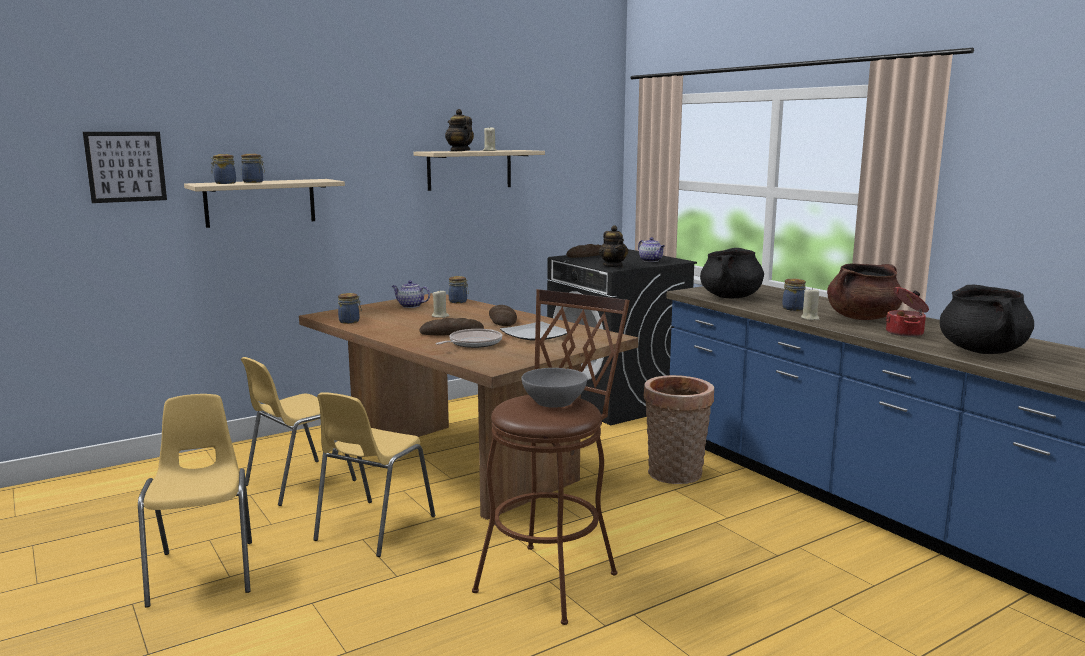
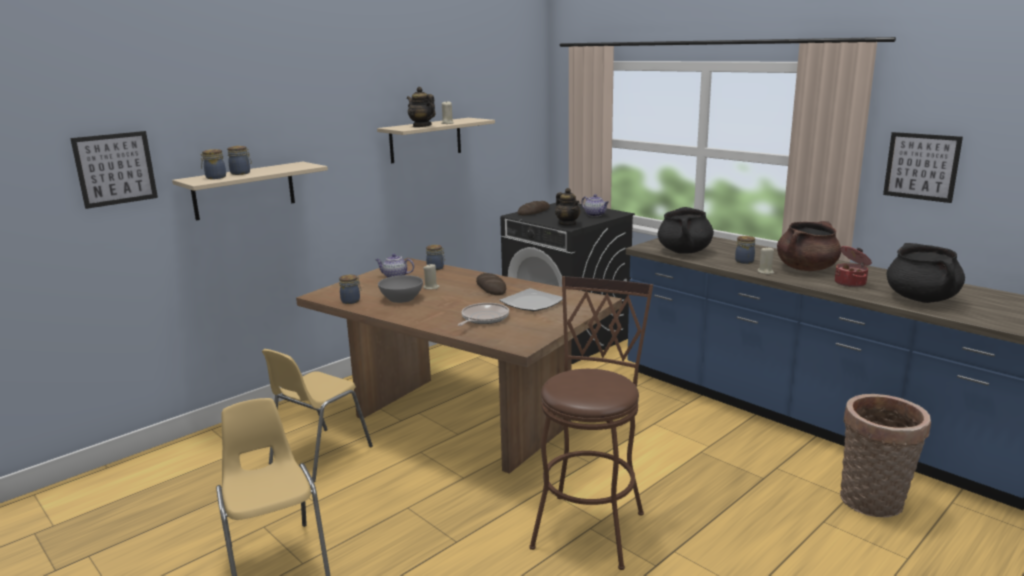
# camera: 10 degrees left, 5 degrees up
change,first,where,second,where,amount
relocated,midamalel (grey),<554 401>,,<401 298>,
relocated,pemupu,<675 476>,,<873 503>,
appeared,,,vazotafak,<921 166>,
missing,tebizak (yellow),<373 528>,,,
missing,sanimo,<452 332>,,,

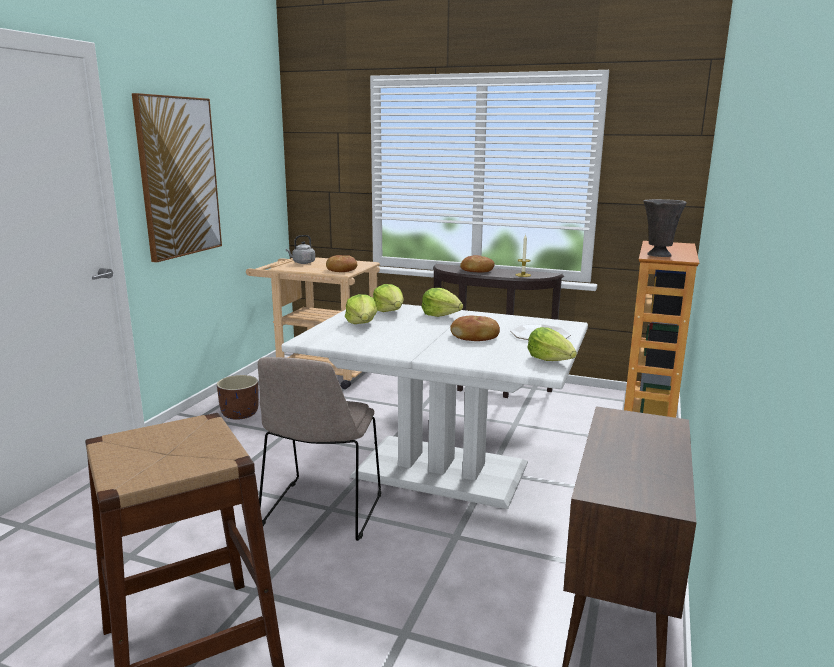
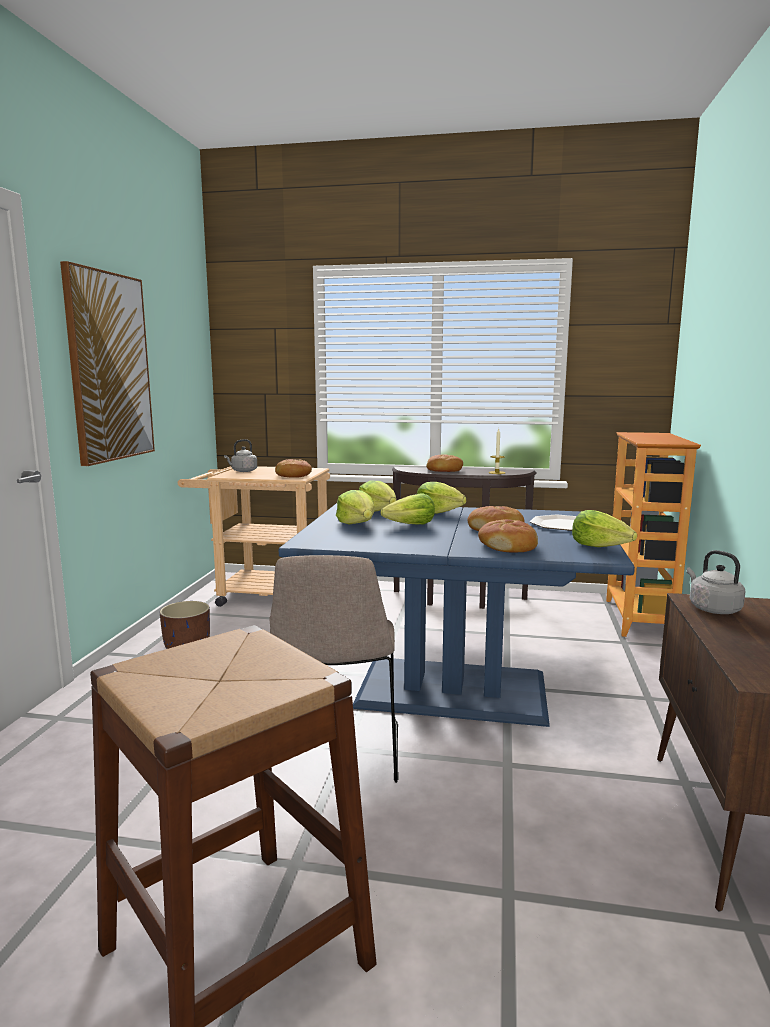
# camera: 10 degrees left, 5 degrees down
change,first,where,second,where,amount
colour,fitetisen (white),<440 471>,fitetisen (blue),<452 691>,
appeared,,,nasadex,<410 525>,
appeared,,,sanimo,<508 546>,
appeared,,,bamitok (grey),<712 609>,
missing,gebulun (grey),<658 255>,,,

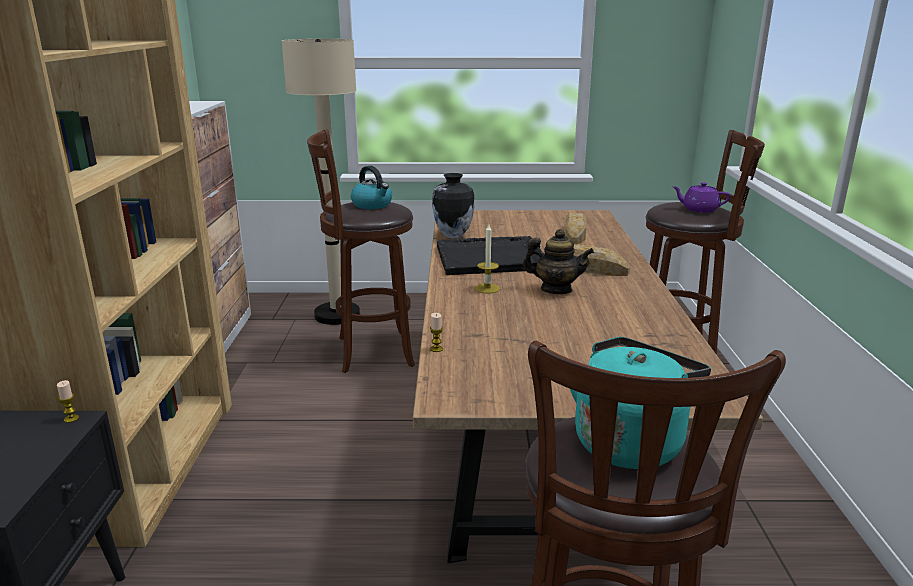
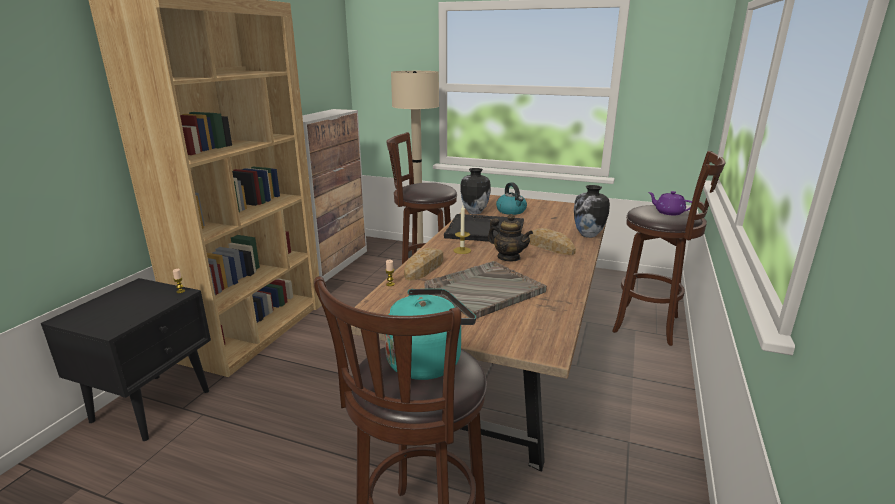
# camera: 20 degrees right, 0 degrees up
change,first,where,second,where,amount
relocated,sanimo,<575 233>,,<425 268>,
appeared,,,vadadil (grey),<483 290>,
relocated,bamitok,<372 205>,,<511 211>,
appeared,,,gebulun,<588 235>,

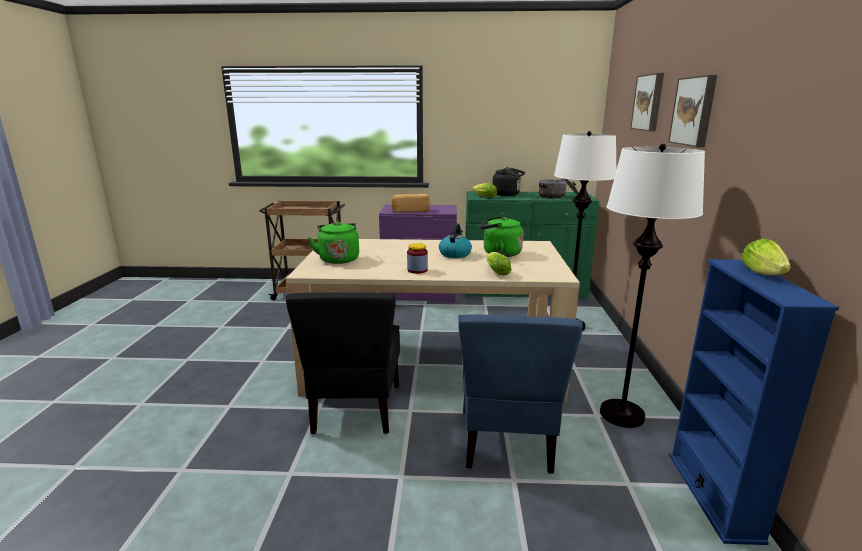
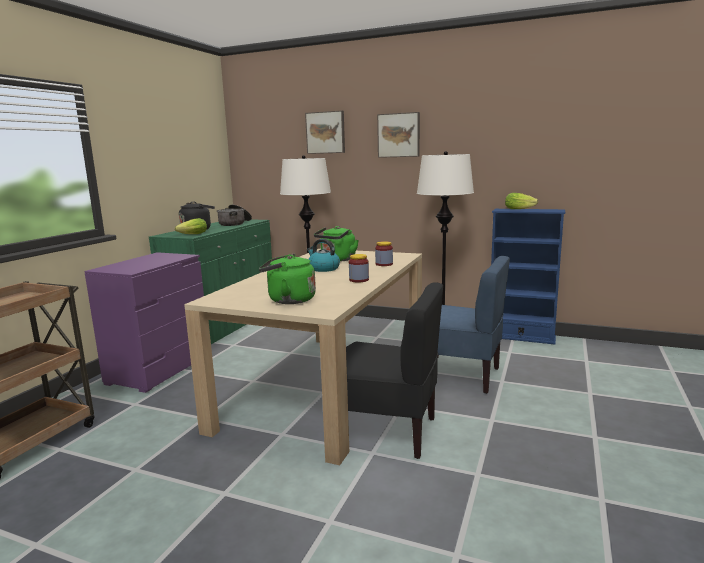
# camera: 70 degrees left, 5 degrees down
change,first,where,second,where,amount
exchanged,nasadex,<496 272>,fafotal,<384 264>,
missing,sanimo,<410 210>,,,

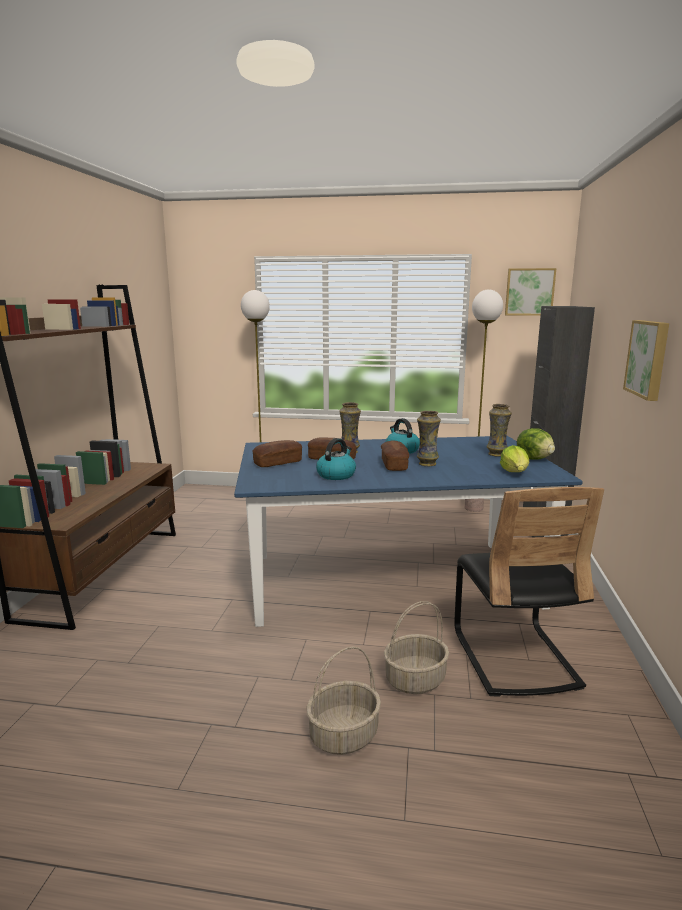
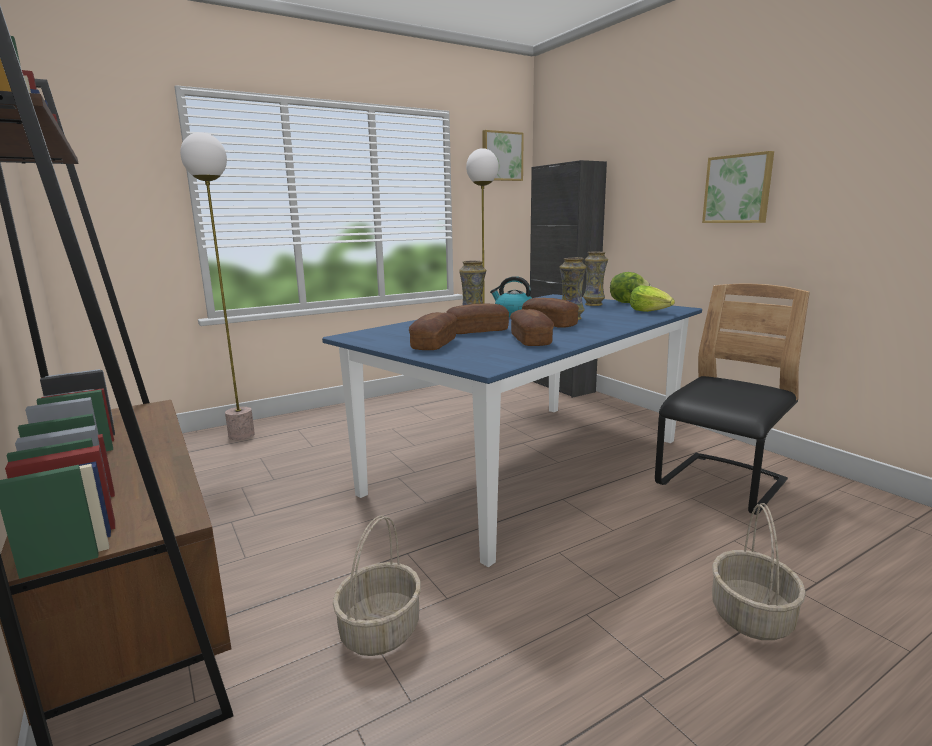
# camera: 40 degrees left, 0 degrees up
change,first,where,second,where,amount
relocated,pemupu,<415 679>,,<380 629>,
exchanged,bamitok,<336 475>,sanimo,<530 340>,
spun,tebizak (black),<514 658>,,<721 485>,90 degrees counterclockwise

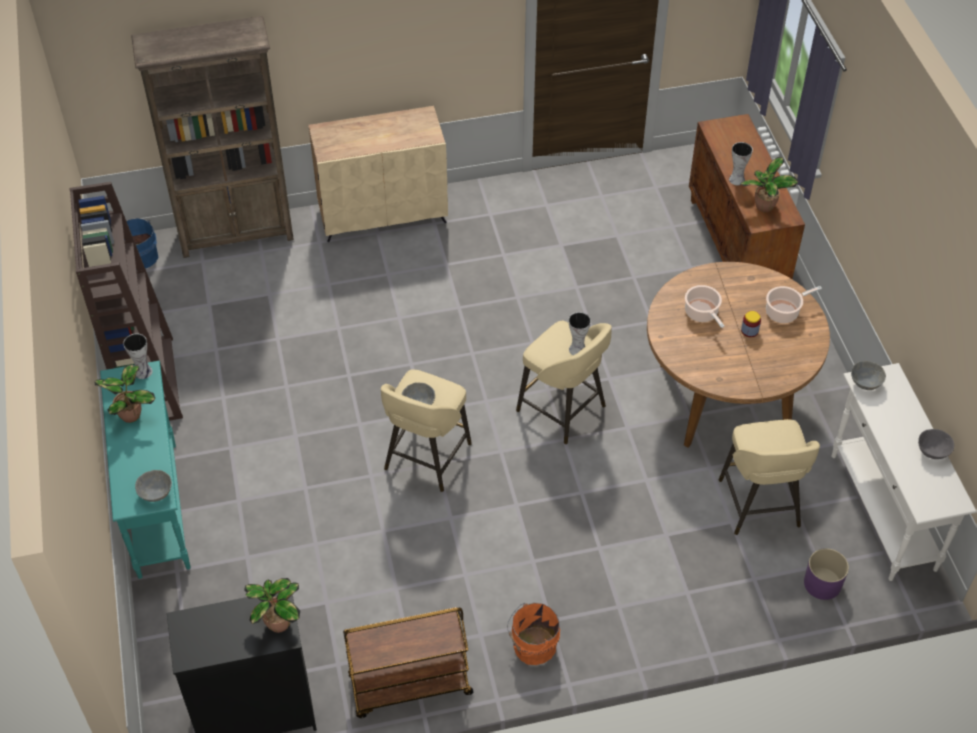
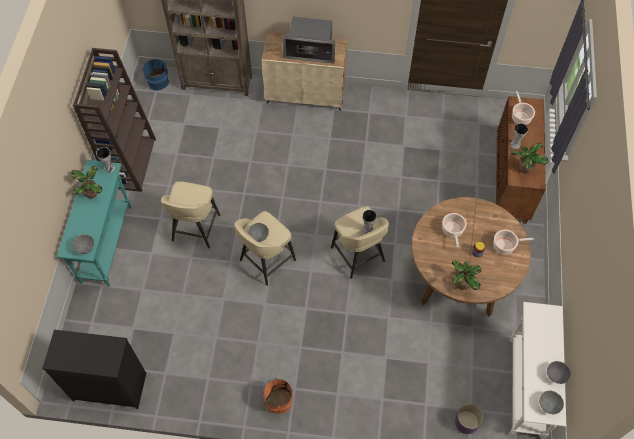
# camera: 20 degrees right, 10 degrees up
change,first,where,second,where,amount
relocated,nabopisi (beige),<759 505>,,<195 229>,
appeared,,,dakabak,<310 50>,
relocated,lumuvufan,<277 623>,,<461 284>,
appeared,,,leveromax,<520 117>,
relocated,midamalel (grey),<865 383>,,<548 405>,
missing,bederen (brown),<409 686>,,,

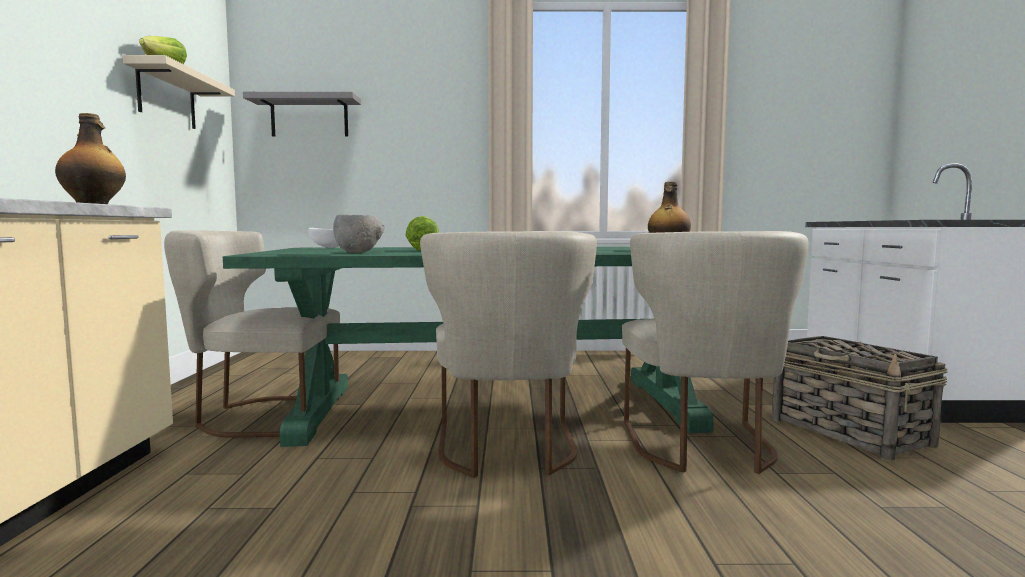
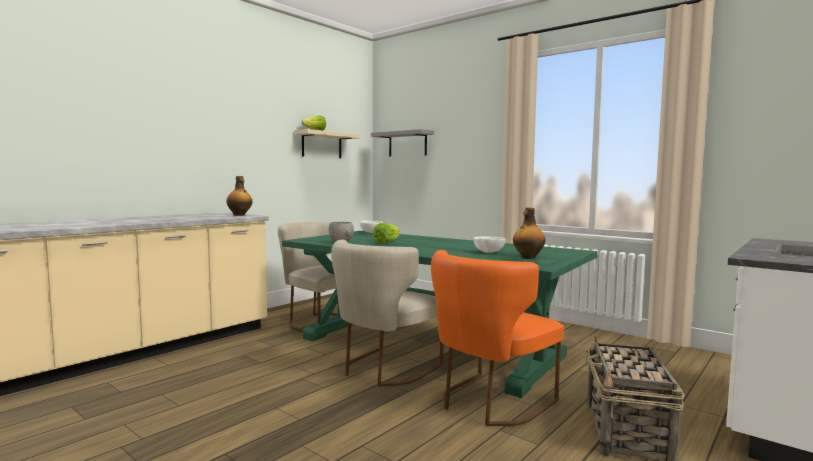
# camera: 40 degrees right, 0 degrees up
change,first,where,second,where,amount
colour,tebizak (beige),<703 448>,tebizak (orange),<489 403>,
appeared,,,midamalel (white),<488 252>,

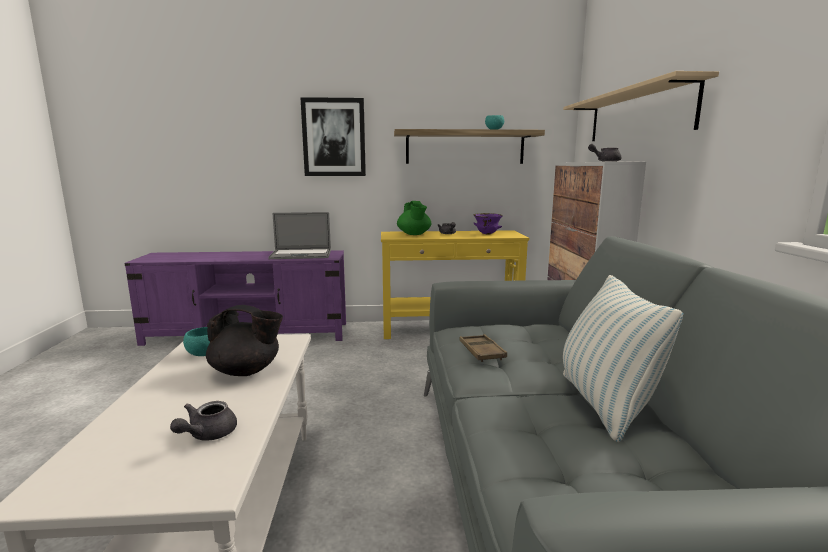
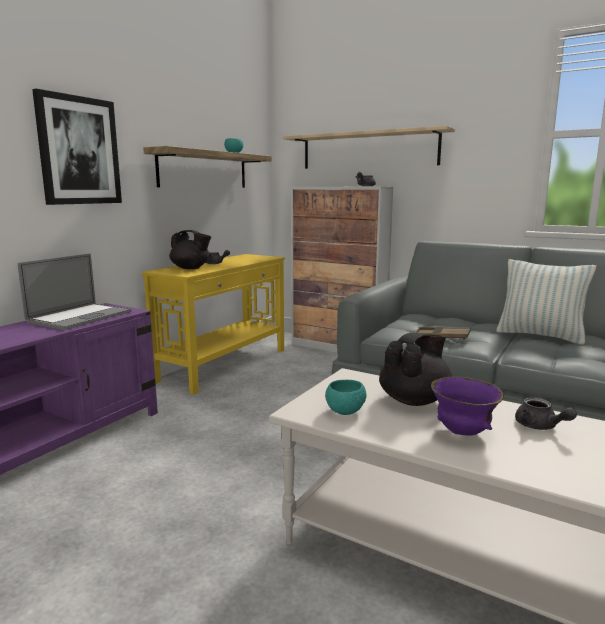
# camera: 55 degrees left, 0 degrees up
change,first,where,second,where,amount
colour,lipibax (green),<414 234>,lipibax (black),<191 268>,
relocated,midamalel (purple),<486 234>,,<462 433>,

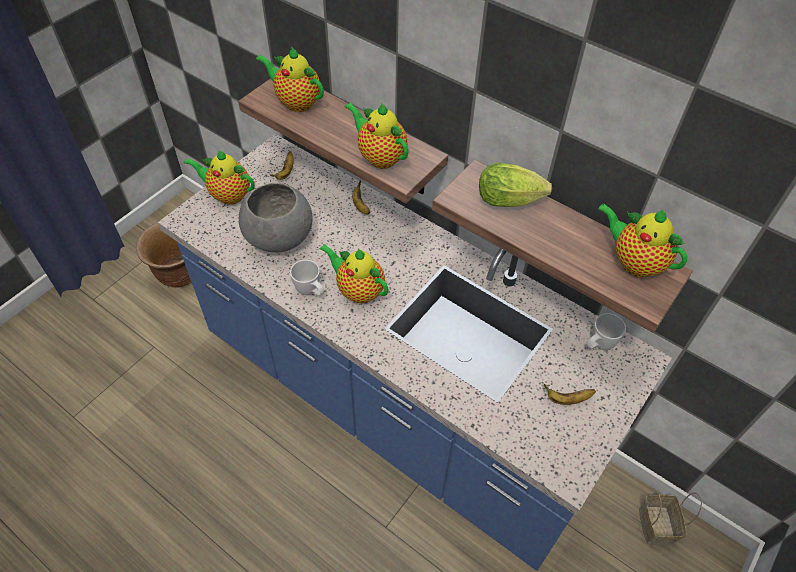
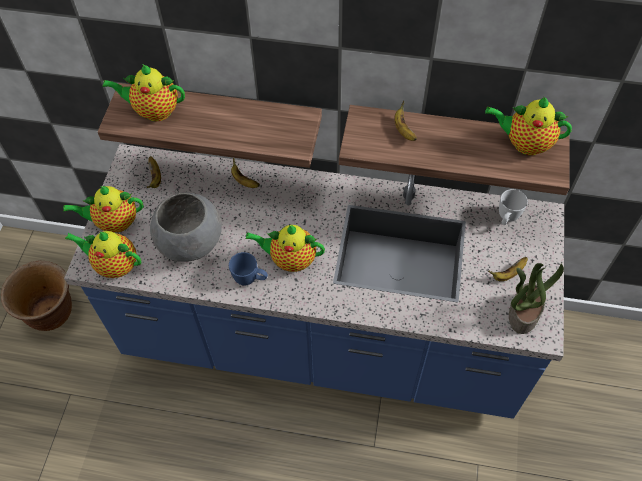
# camera: 25 degrees left, 5 degrees up
change,first,where,second,where,amount
relocated,lipibax,<379 156>,,<114 265>,
colour,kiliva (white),<311 292>,kiliva (blue),<250 279>,
exchanged,nasadex,<512 201>,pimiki,<403 130>,
appeared,,,lumuvufan,<523 312>,
missing,pemupu,<655 524>,,,

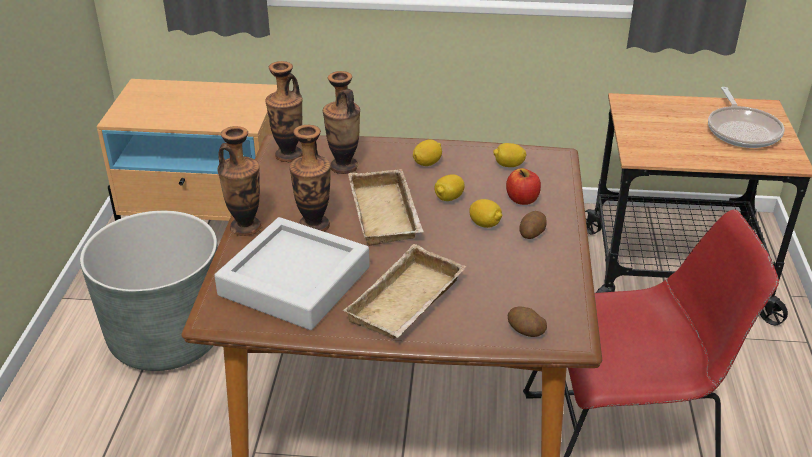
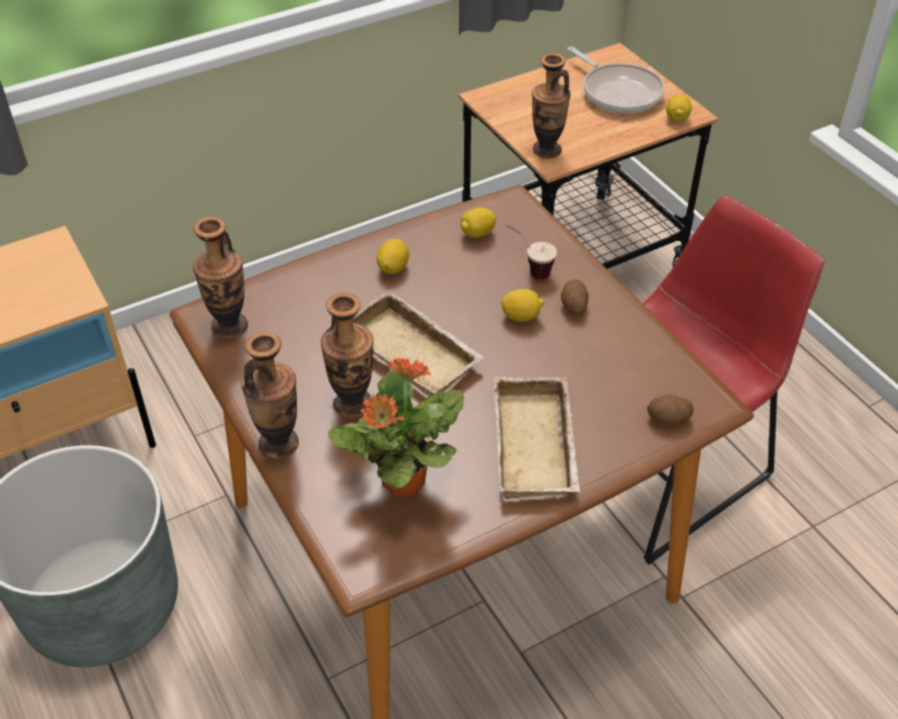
# camera: 35 degrees left, 10 degrees up
change,first,where,second,where,amount
exchanged,vadadil (grey),<295 281>,lumuvufan,<402 482>,
exchanged,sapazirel,<522 199>,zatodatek,<529 270>,
relocated,gebulun,<344 166>,,<547 150>,
relocated,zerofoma,<449 198>,,<677 118>,

